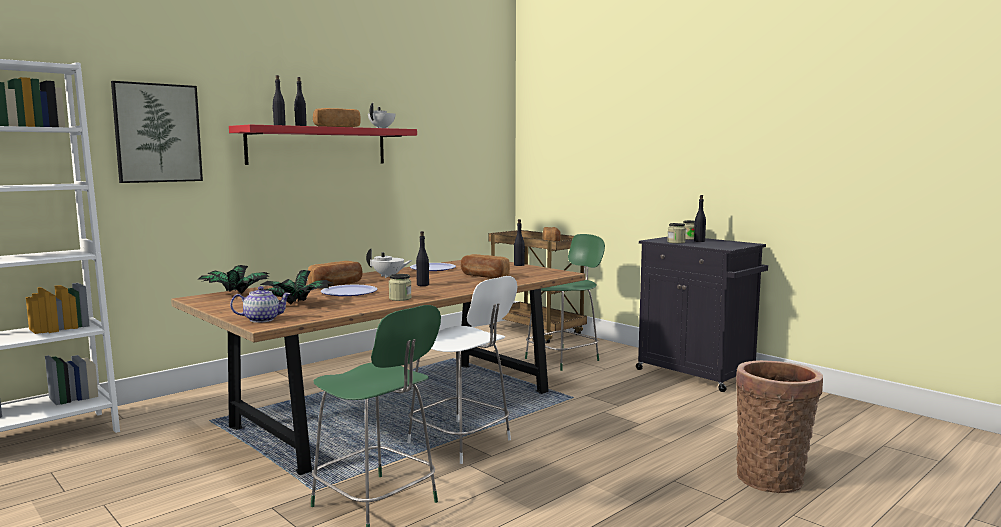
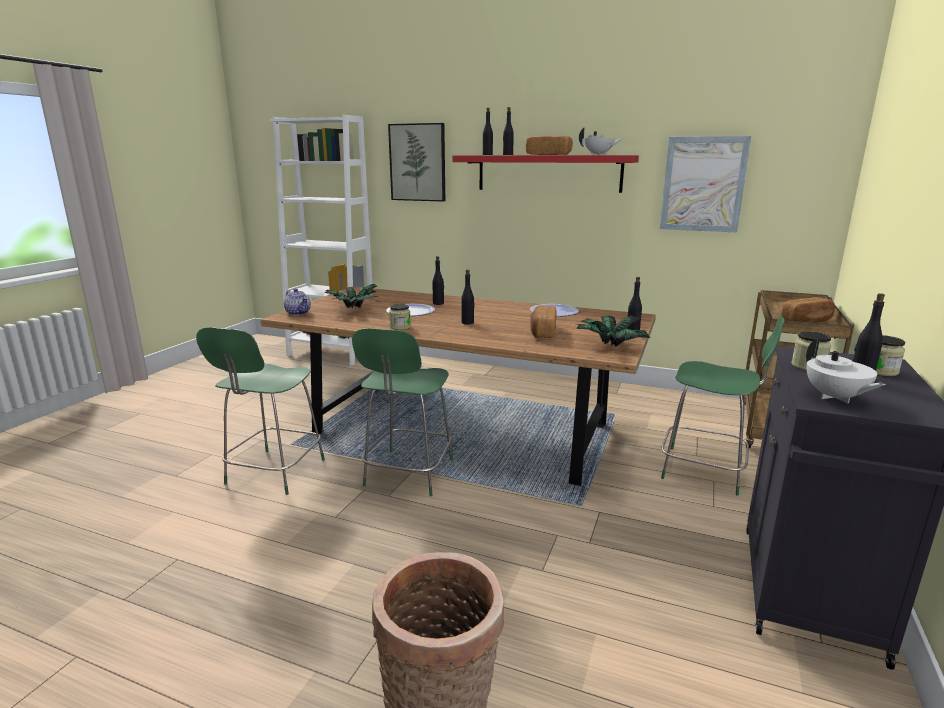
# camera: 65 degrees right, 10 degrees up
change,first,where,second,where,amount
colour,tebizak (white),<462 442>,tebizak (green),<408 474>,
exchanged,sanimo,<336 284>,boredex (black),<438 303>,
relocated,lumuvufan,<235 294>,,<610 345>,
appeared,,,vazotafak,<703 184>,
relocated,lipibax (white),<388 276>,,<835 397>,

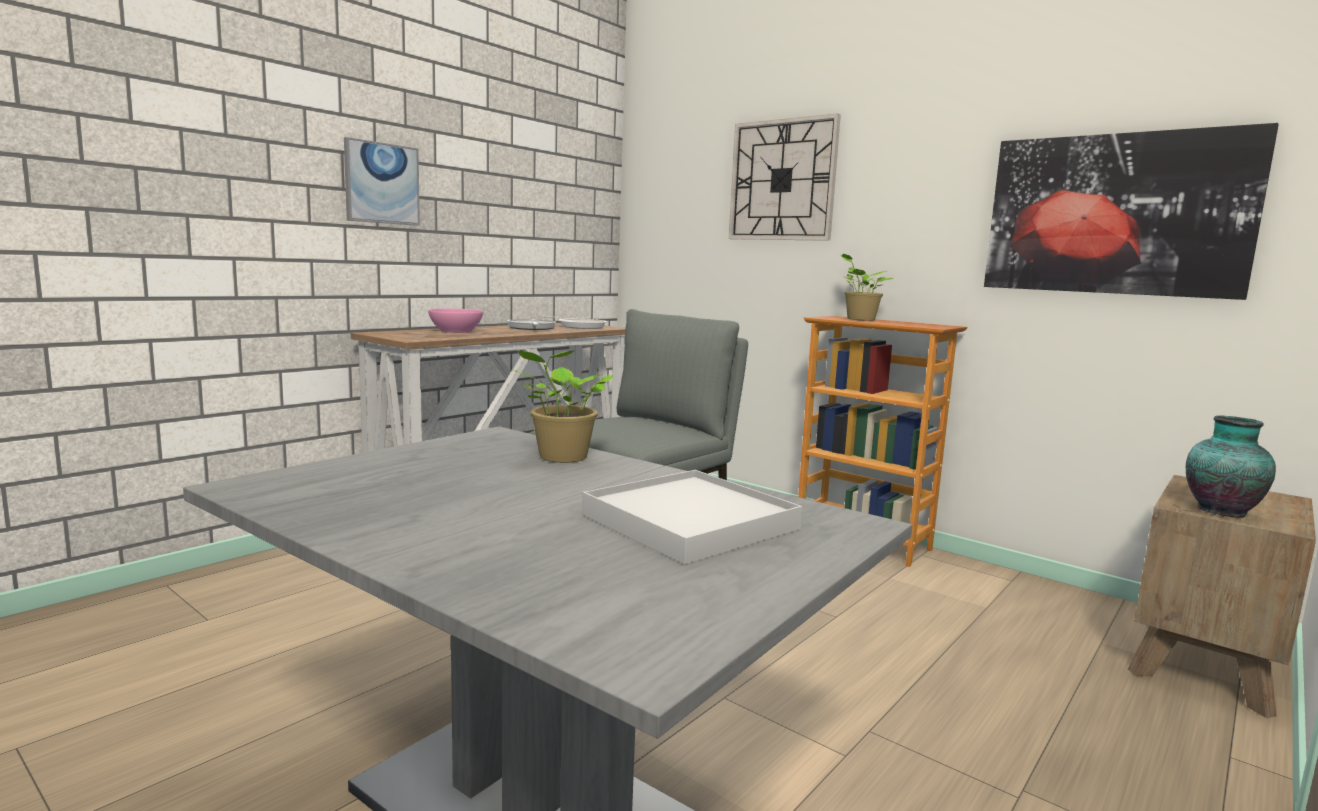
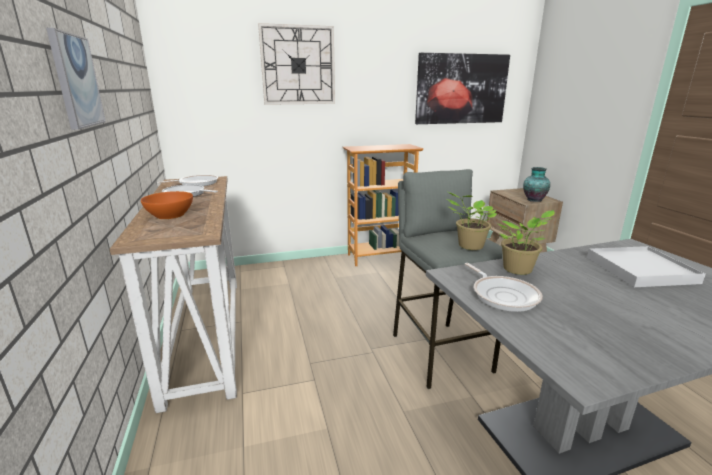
# camera: 55 degrees left, 10 degrees up
change,first,where,second,where,amount
colour,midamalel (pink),<456 331>,midamalel (orange),<170 215>,
relocated,lumuvufan,<858 319>,,<468 246>,
appeared,,,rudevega,<503 295>,

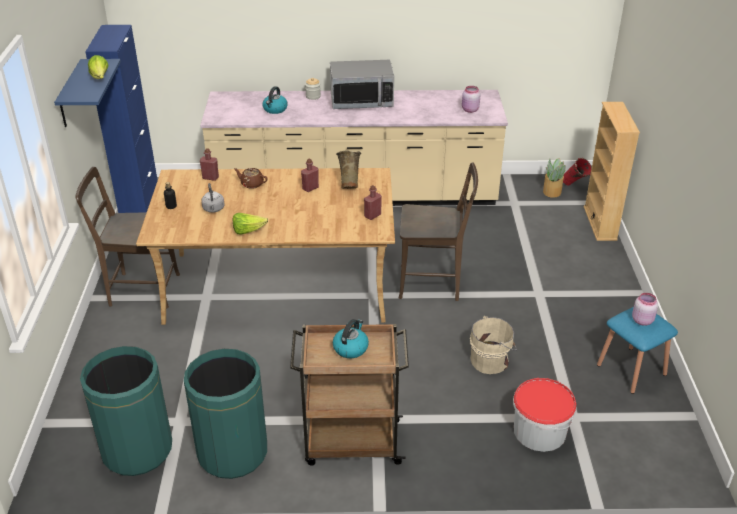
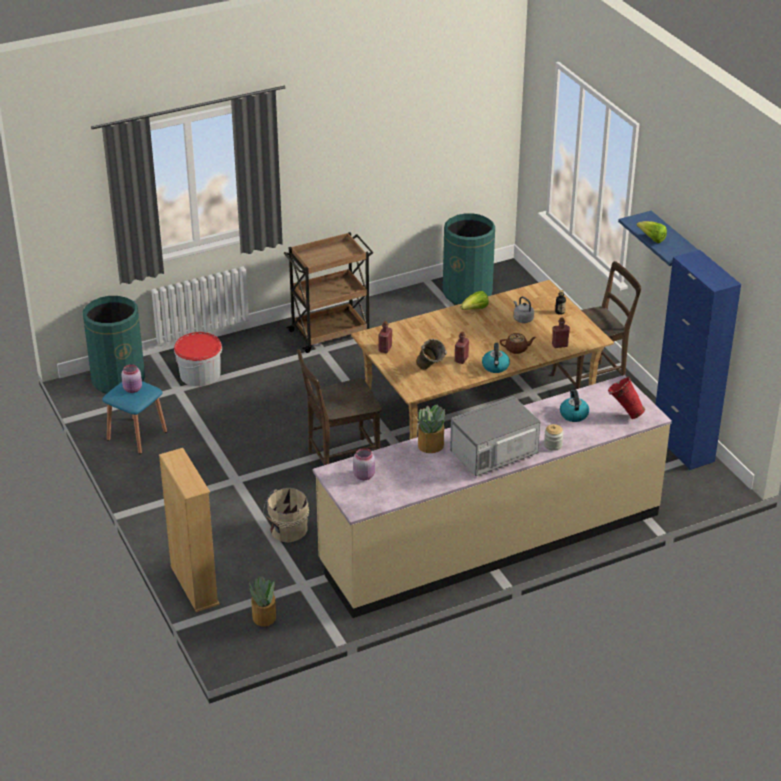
# camera: 155 degrees right, 0 degrees up
change,first,where,second,where,amount
relocated,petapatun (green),<232 452>,,<118 379>,
relocated,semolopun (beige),<491 360>,,<287 530>,
appeared,,,lumuvufan,<430 445>,
relocated,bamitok,<350 348>,,<495 367>,
relocated,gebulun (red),<574 187>,,<624 414>,

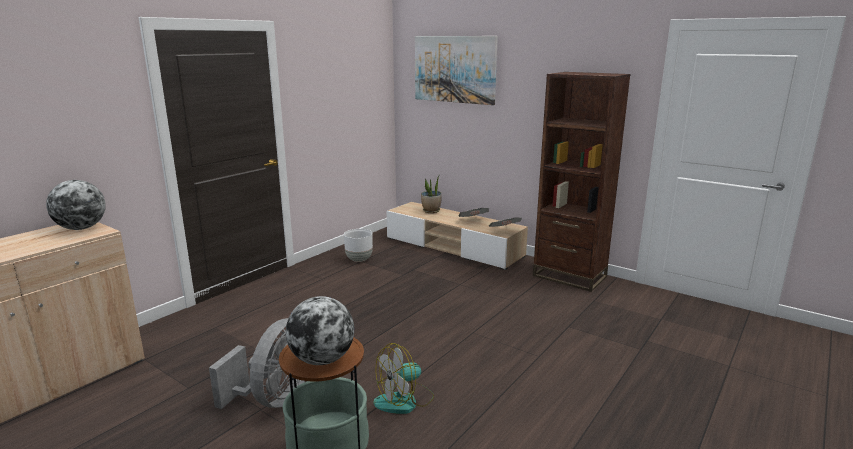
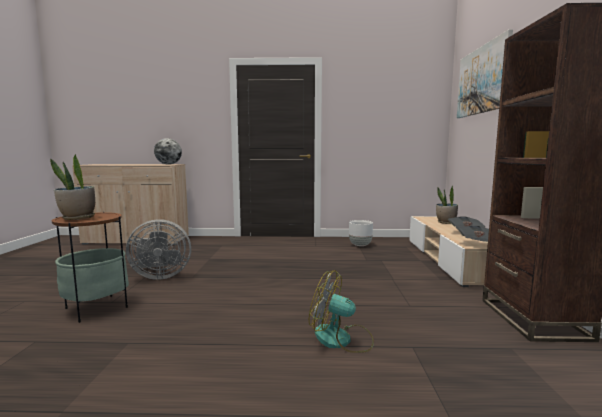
# camera: 55 degrees right, 10 degrees down
change,first,where,second,where,amount
exchanged,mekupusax,<322 359>,lumuvufan,<78 218>,
relocated,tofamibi,<404 400>,,<341 339>,

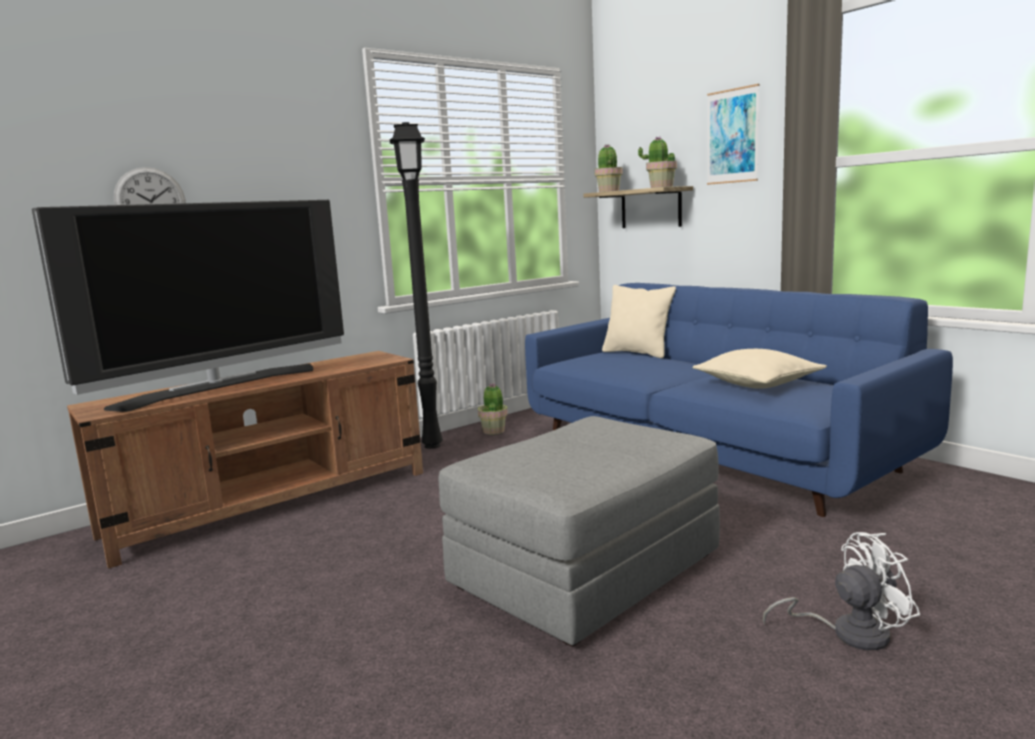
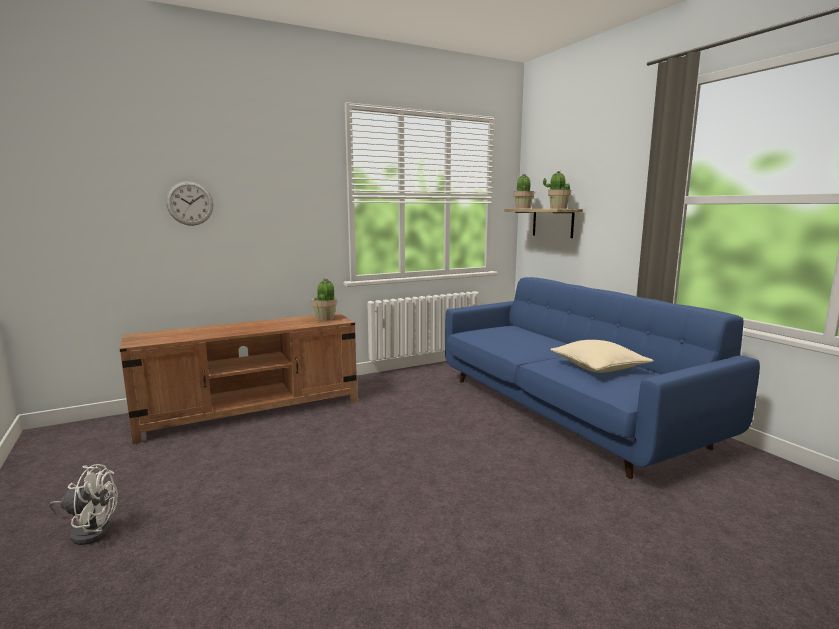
# camera: 10 degrees right, 0 degrees up
change,first,where,second,where,amount
relocated,tofamibi (white),<848 633>,,<89 530>,
relocated,lumuvufan,<494 431>,,<325 318>,
missing,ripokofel,<221 386>,,,
missing,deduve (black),<433 445>,,,
missing,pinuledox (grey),<586 570>,,,
missing,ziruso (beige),<637 353>,,,
missing,vazotafak,<732 136>,,,

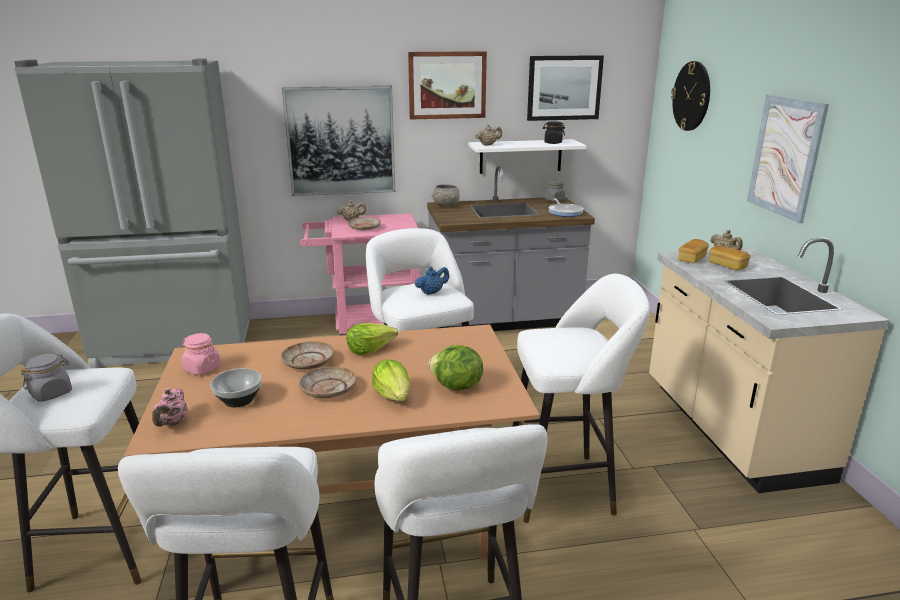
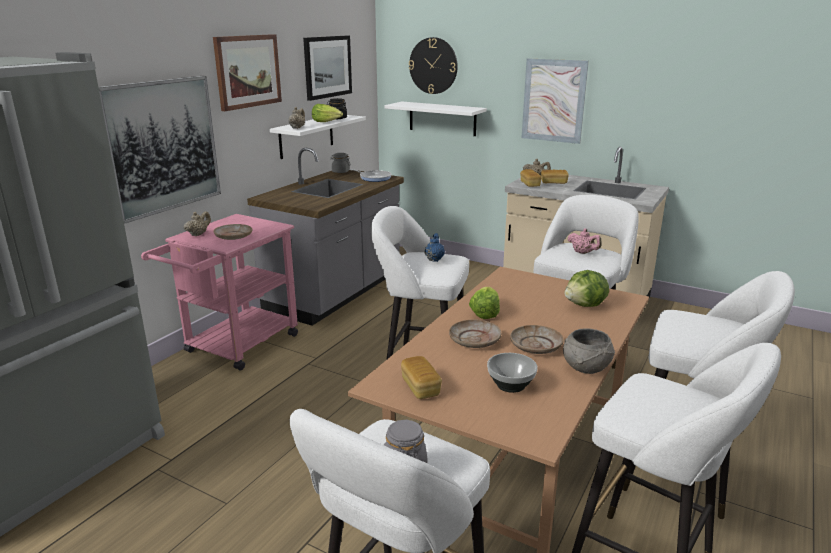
# camera: 50 degrees left, 0 degrees up
change,first,where,second,where,amount
relocated,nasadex,<393 395>,,<326 122>,
appeared,,,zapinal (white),<442 118>,
exchanged,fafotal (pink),<202 368>,sanimo,<420 387>,
relocated,midamalel (grey),<445 205>,,<586 368>,
relocated,lipibax (pink),<172 423>,,<583 253>,

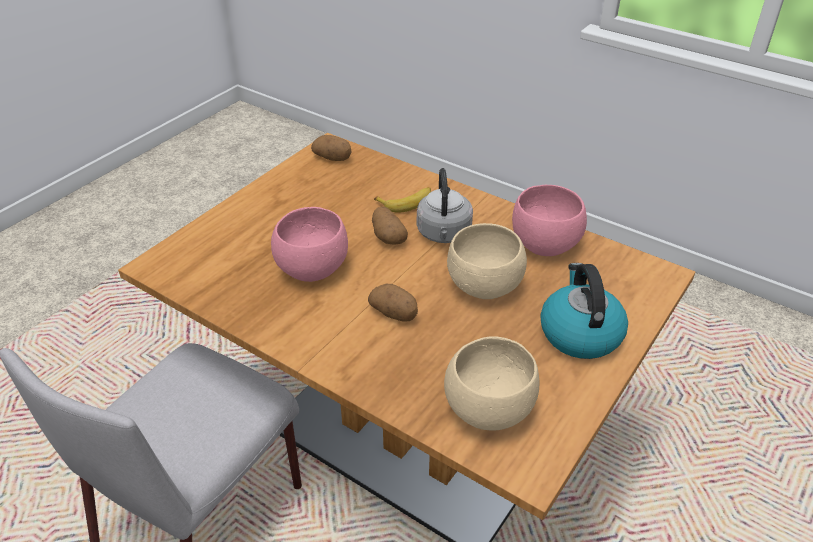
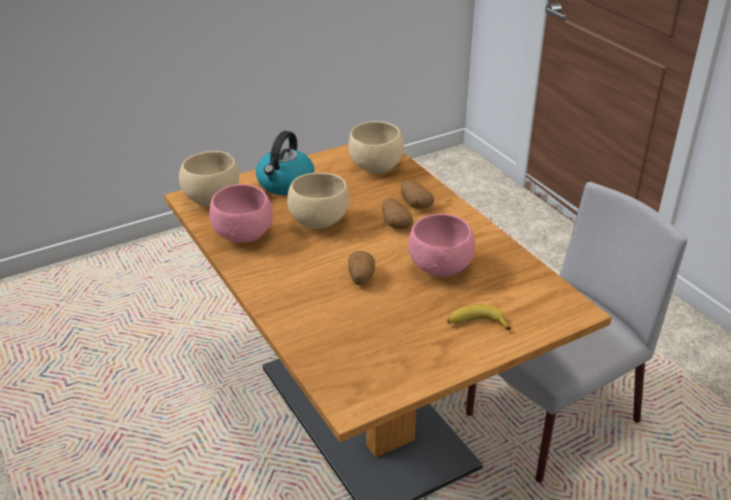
# camera: 155 degrees left, 5 degrees down
change,first,where,second,where,amount
appeared,,,midamalel (beige),<210 199>,
relocated,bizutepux,<333 158>,,<415 204>,
relocated,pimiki,<406 202>,,<476 324>,
missing,bamitok (grey),<444 234>,,,

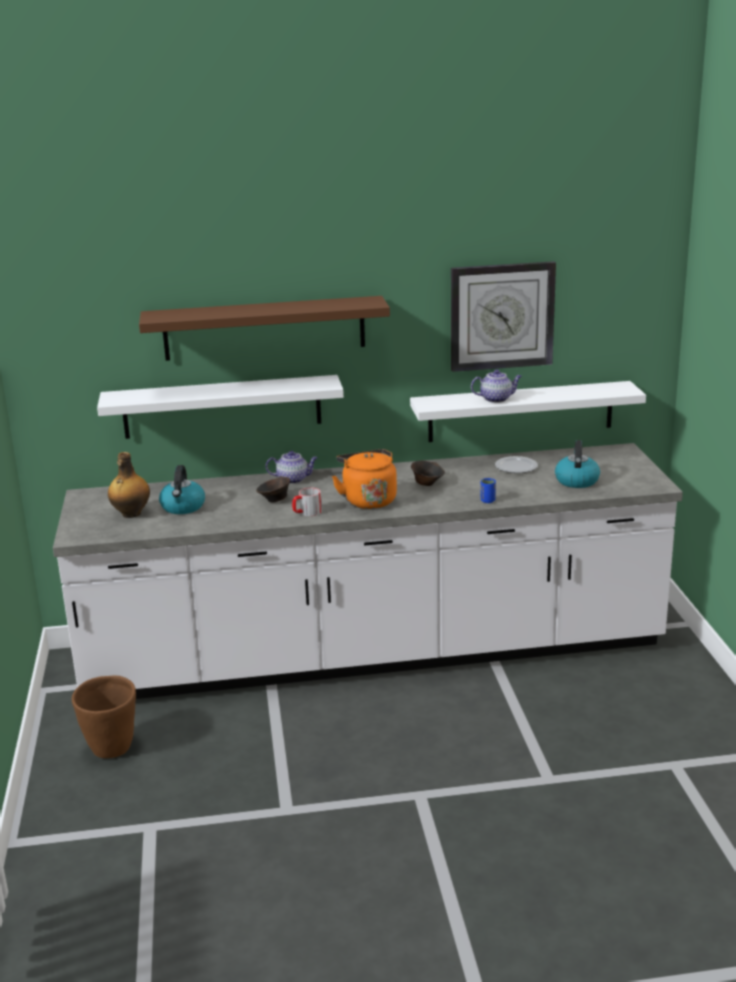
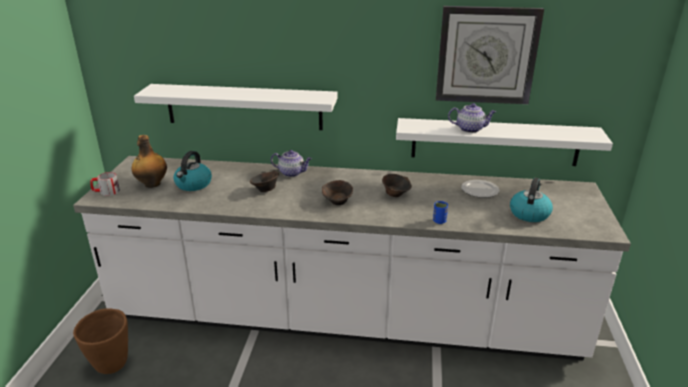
# camera: 15 degrees right, 5 degrees up
change,first,where,second,where,amount
relocated,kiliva,<307 512>,,<106 192>,
exchanged,bamitok (orange),<368 500>,midamalel (brown),<338 202>,
missing,zapinal (brown),<264 328>,,,

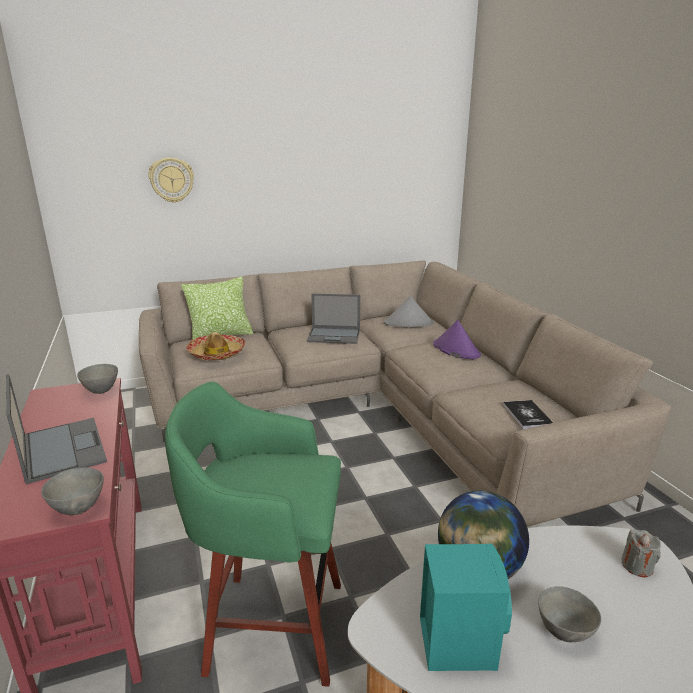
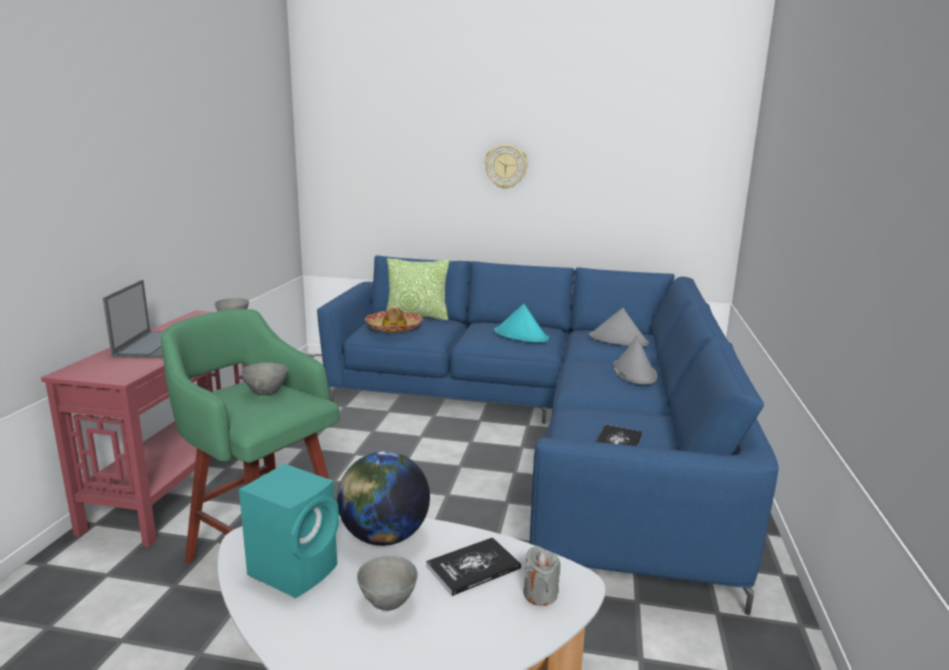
# camera: 30 degrees right, 5 degrees down
change,first,where,second,where,amount
relocated,midamalel (grey),<79 508>,,<267 392>,
colour,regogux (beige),<377 410>,regogux (blue),<548 429>,
appeared,,,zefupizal,<473 567>,
relocated,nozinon,<171 180>,,<506 166>,
exchanged,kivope,<334 336>,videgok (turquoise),<521 336>,
colour,videgok (purple),<456 349>,videgok (grey),<633 373>,

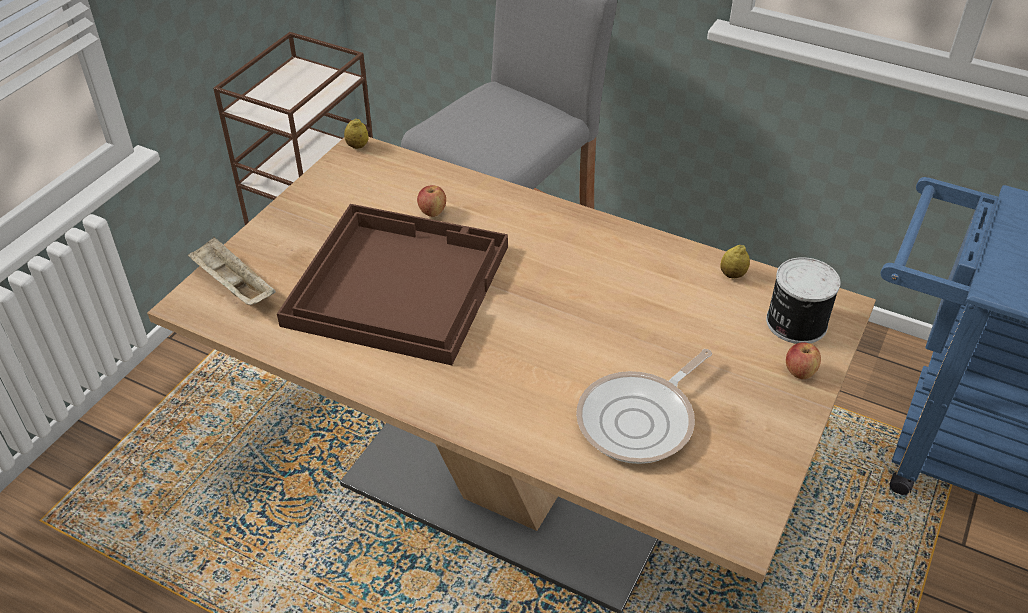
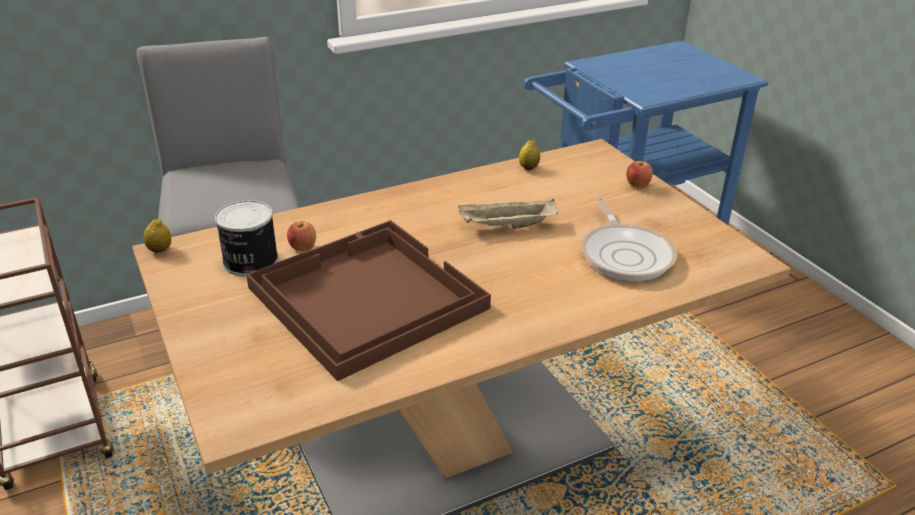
# camera: 55 degrees left, 10 degrees down
change,first,where,second,where,amount
relocated,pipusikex,<794 322>,,<249 261>,
relocated,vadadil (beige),<233 286>,,<506 226>,

